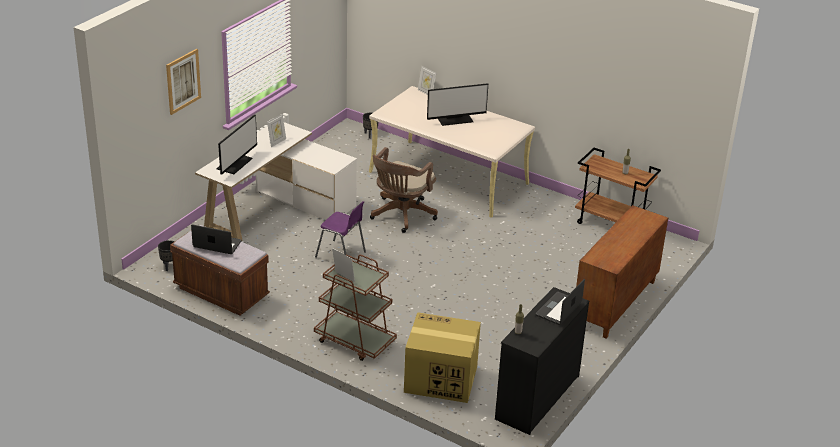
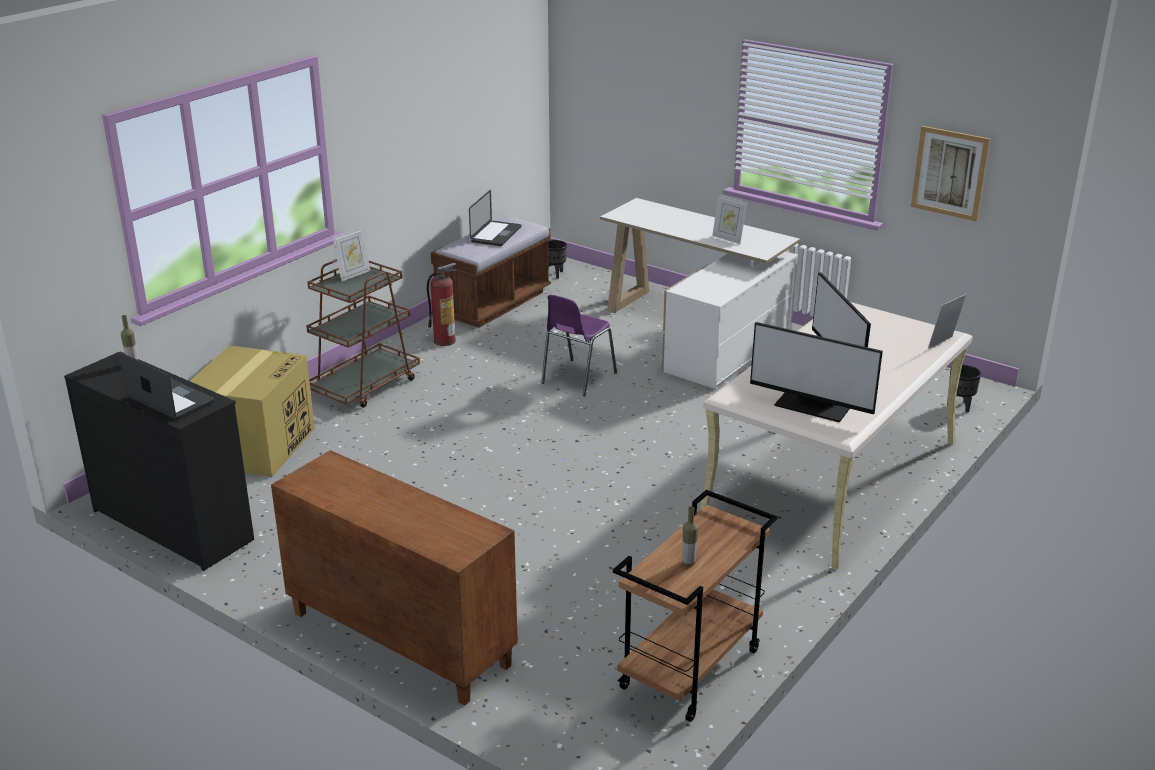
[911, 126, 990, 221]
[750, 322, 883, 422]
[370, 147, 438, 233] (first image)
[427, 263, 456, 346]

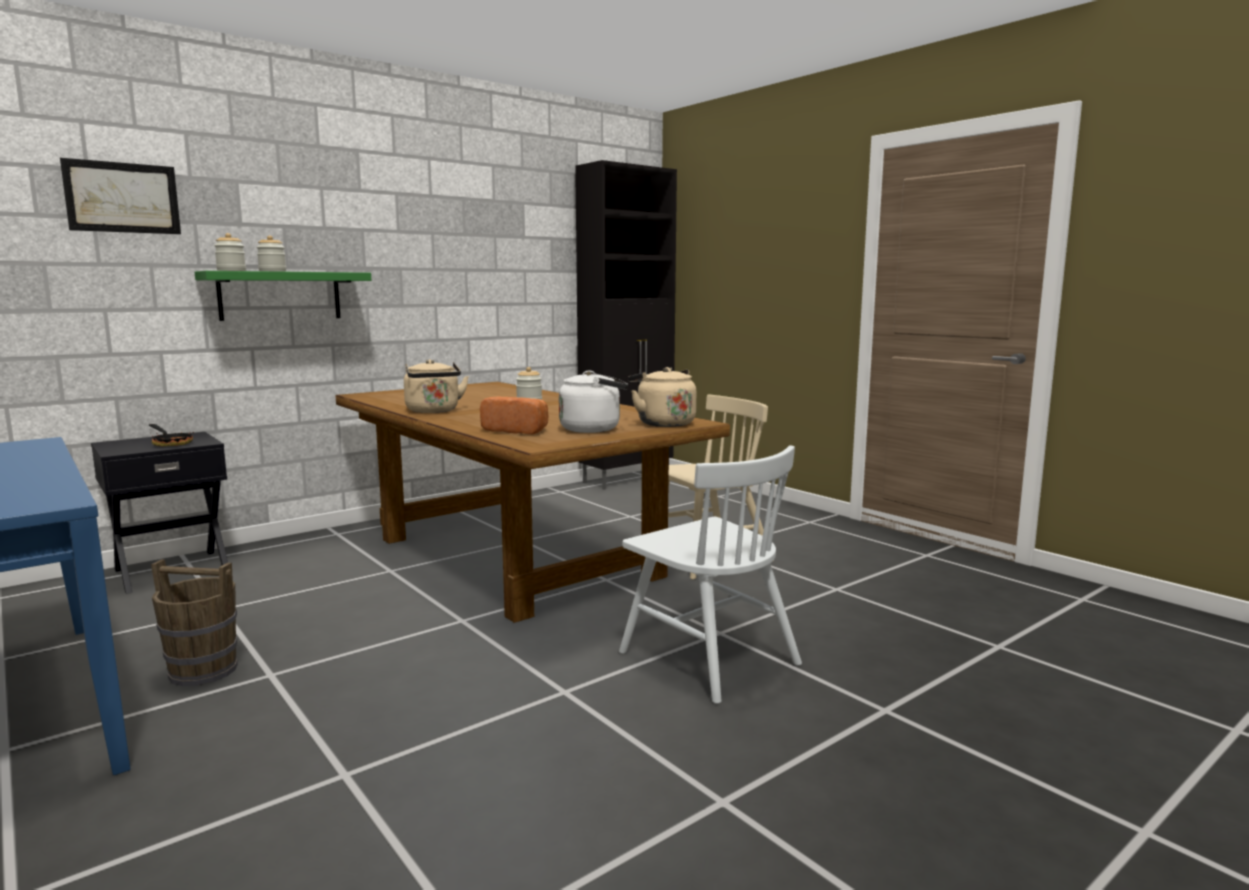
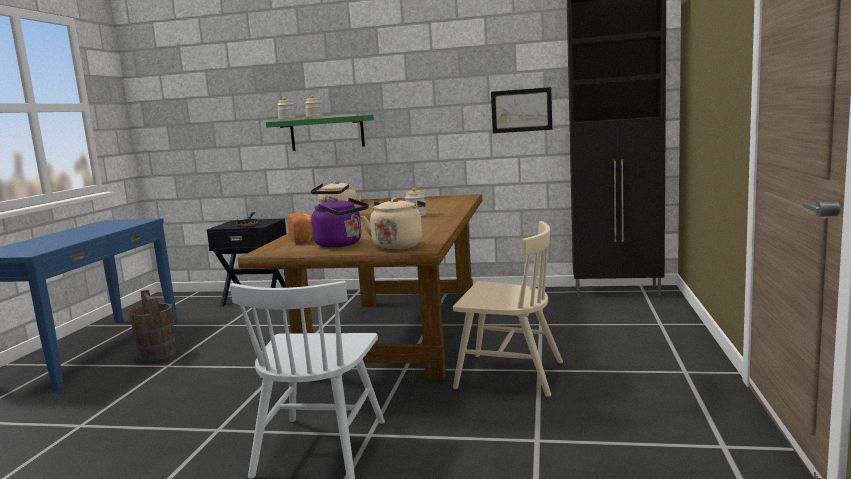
[491, 87, 552, 133]
[311, 198, 369, 248]

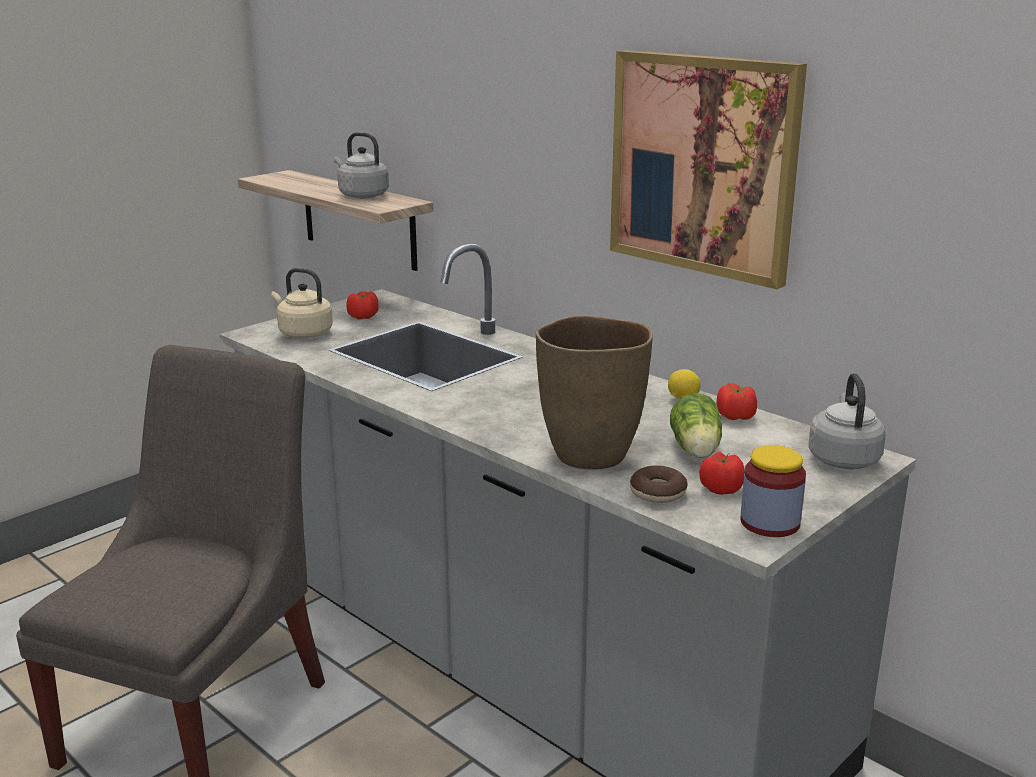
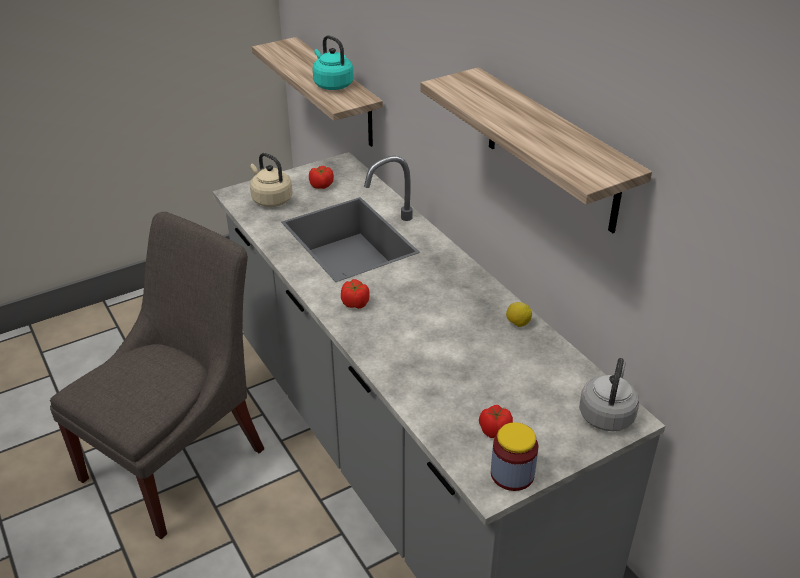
[313, 35, 354, 90]
[535, 315, 653, 470] (first image)
[420, 67, 652, 233]
[630, 465, 687, 503] (first image)
[670, 393, 722, 458] (first image)
[341, 279, 370, 309]

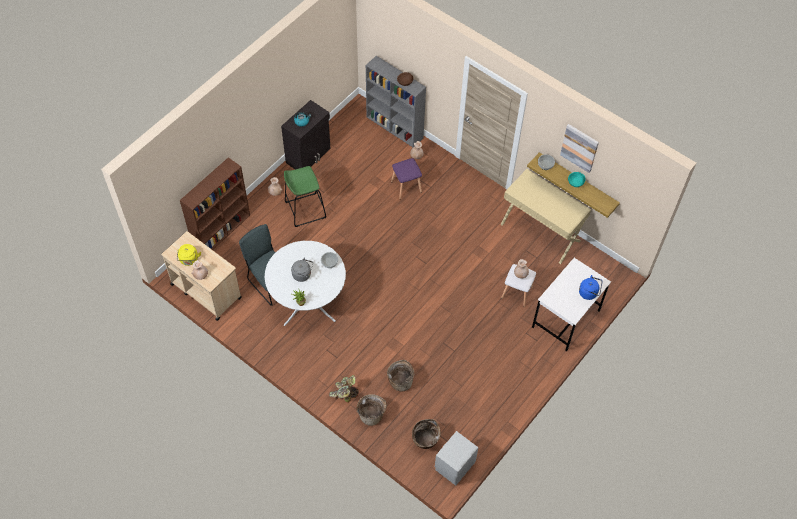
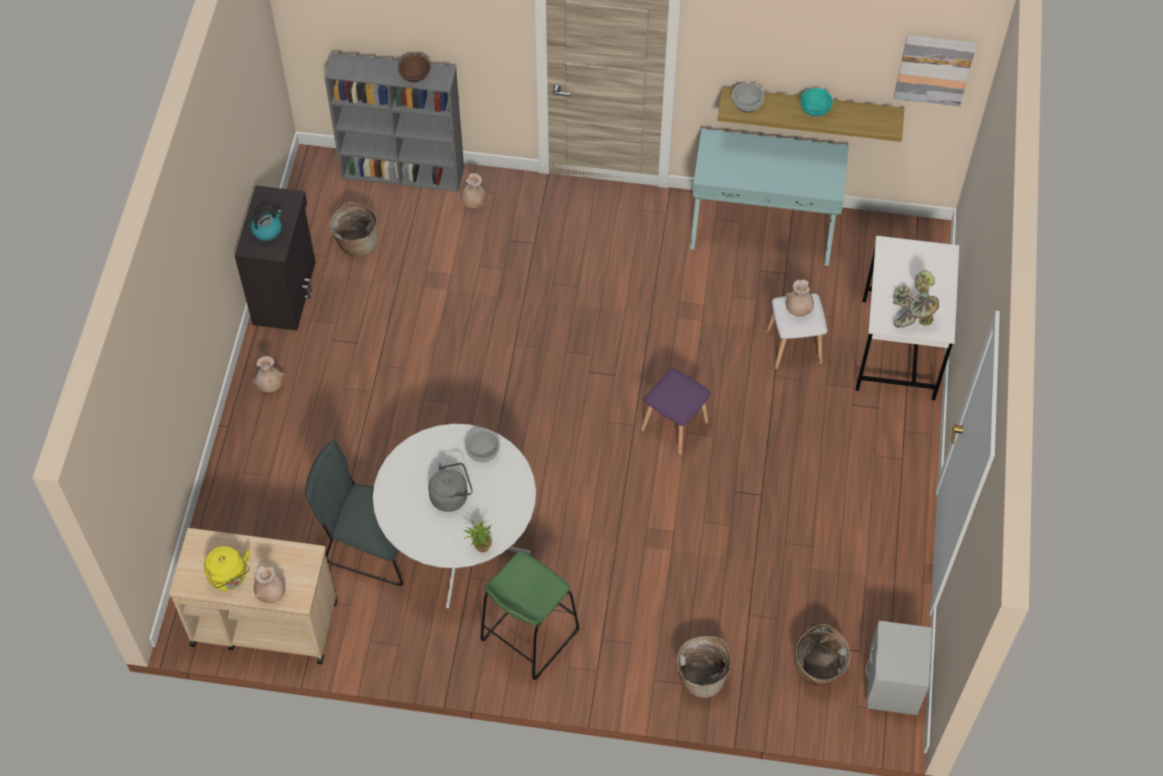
[180, 157, 250, 250] (first image)
[481, 551, 579, 680]
[893, 270, 939, 328]
[330, 202, 378, 257]
[641, 369, 711, 456]
[690, 129, 849, 266]
[894, 35, 977, 106]
[579, 275, 602, 300] (first image)

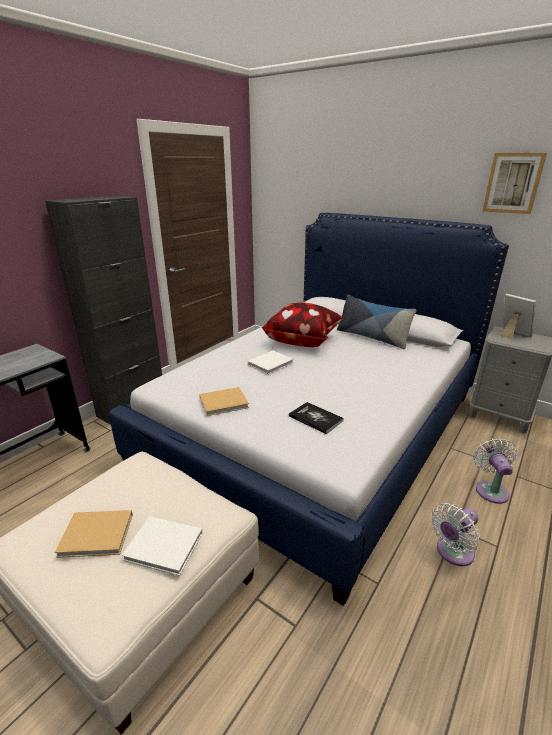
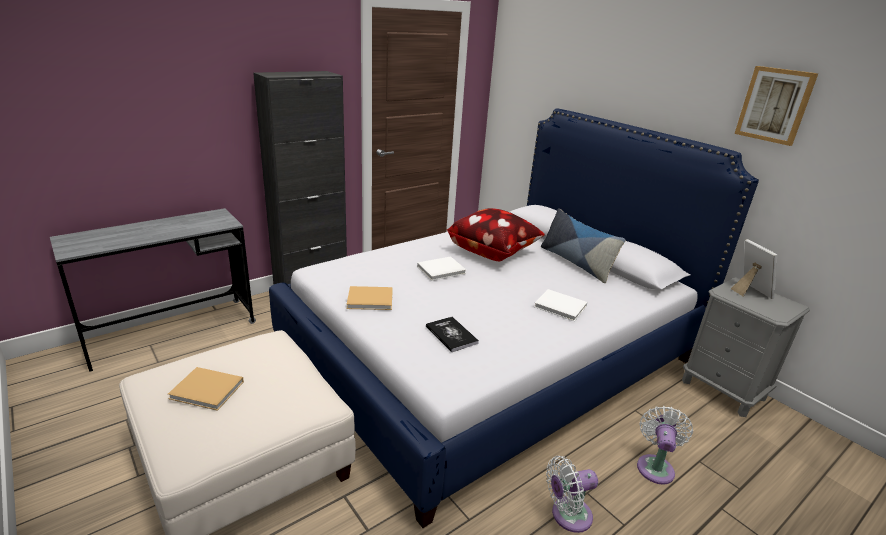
[534, 289, 587, 321]

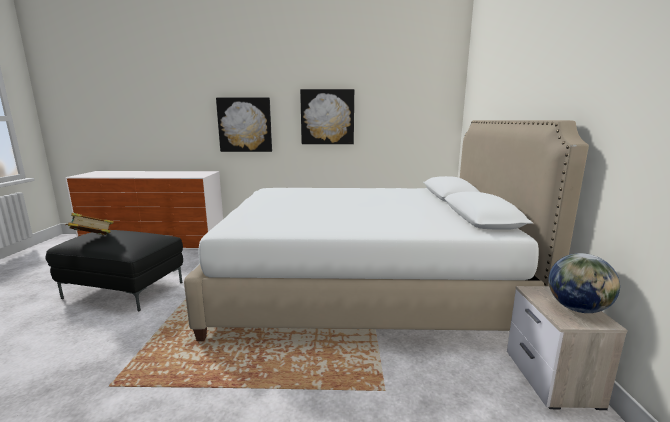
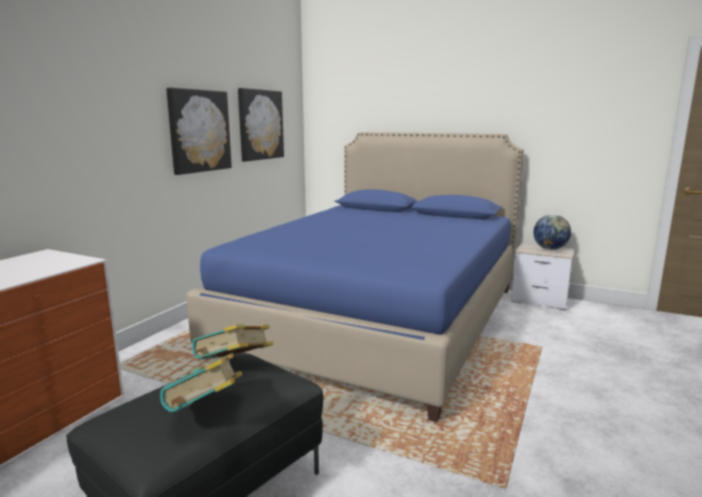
[186, 132, 524, 422]
[238, 88, 284, 162]
[192, 324, 273, 360]

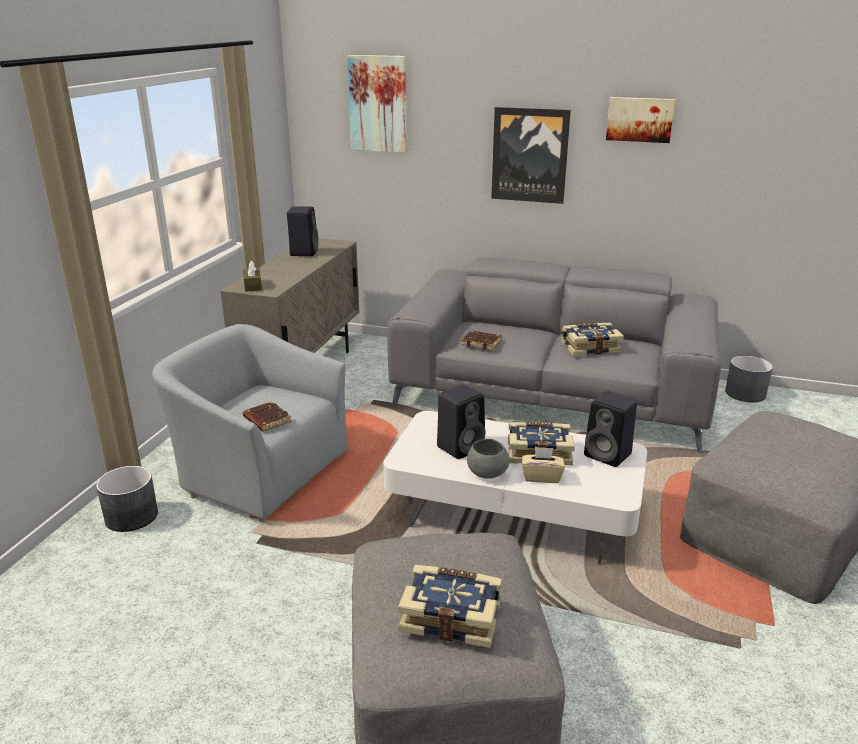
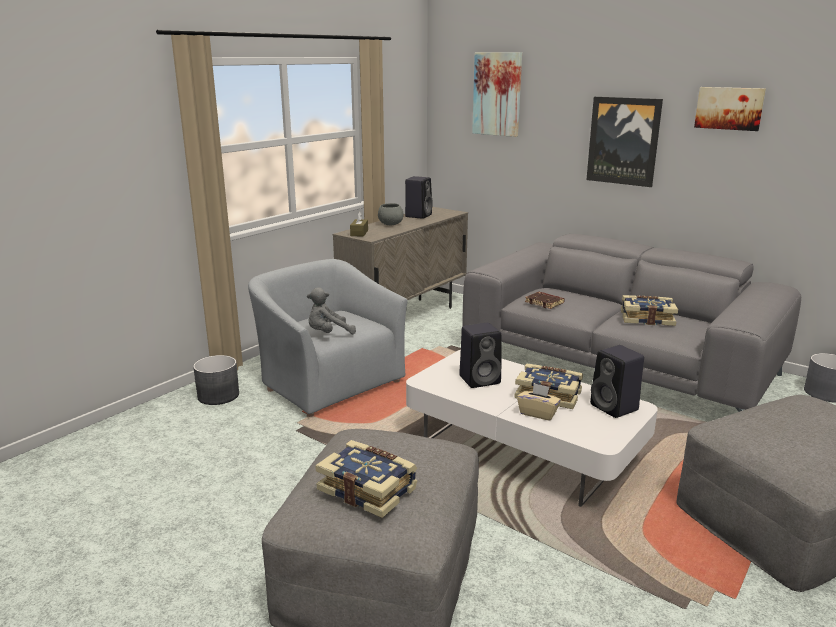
[307, 287, 356, 334]
[378, 203, 404, 225]

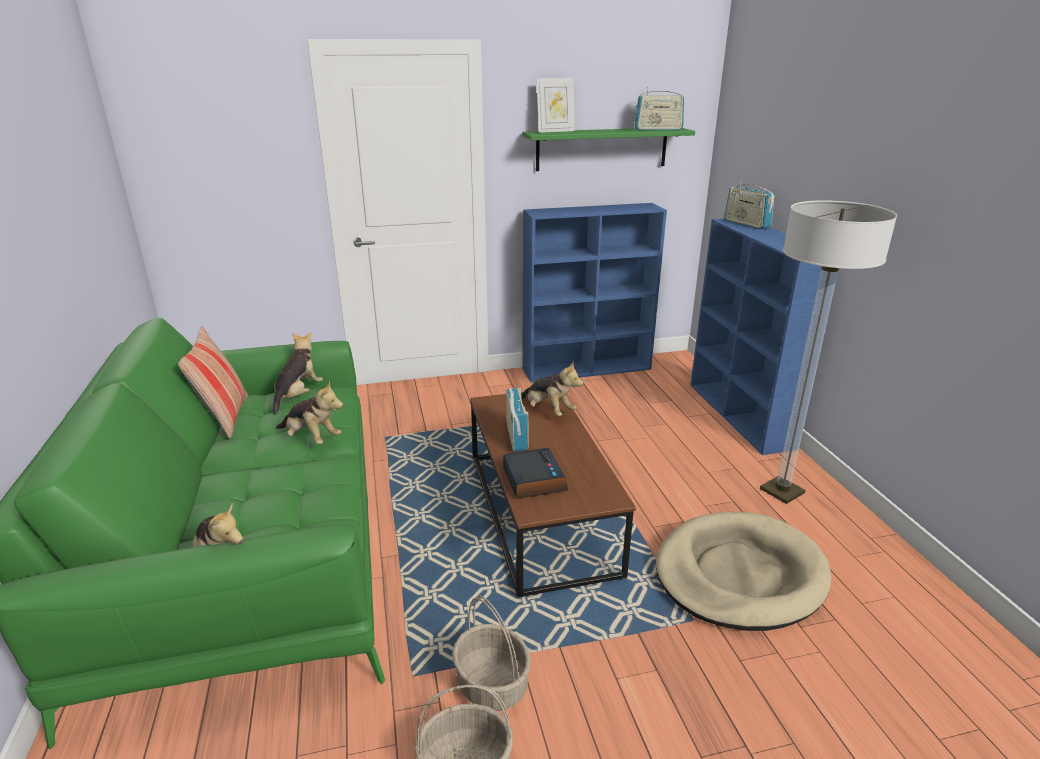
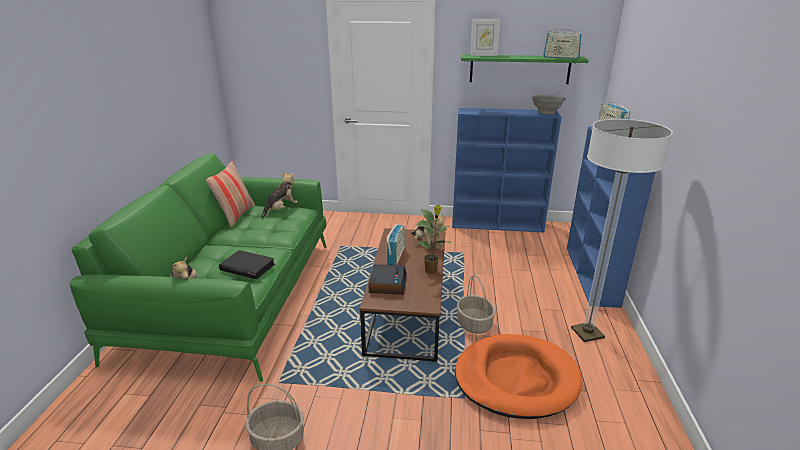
[276, 380, 343, 444] (first image)
[457, 275, 496, 334]
[455, 334, 582, 419]
[219, 250, 275, 279]
[416, 205, 451, 274]
[531, 94, 566, 114]

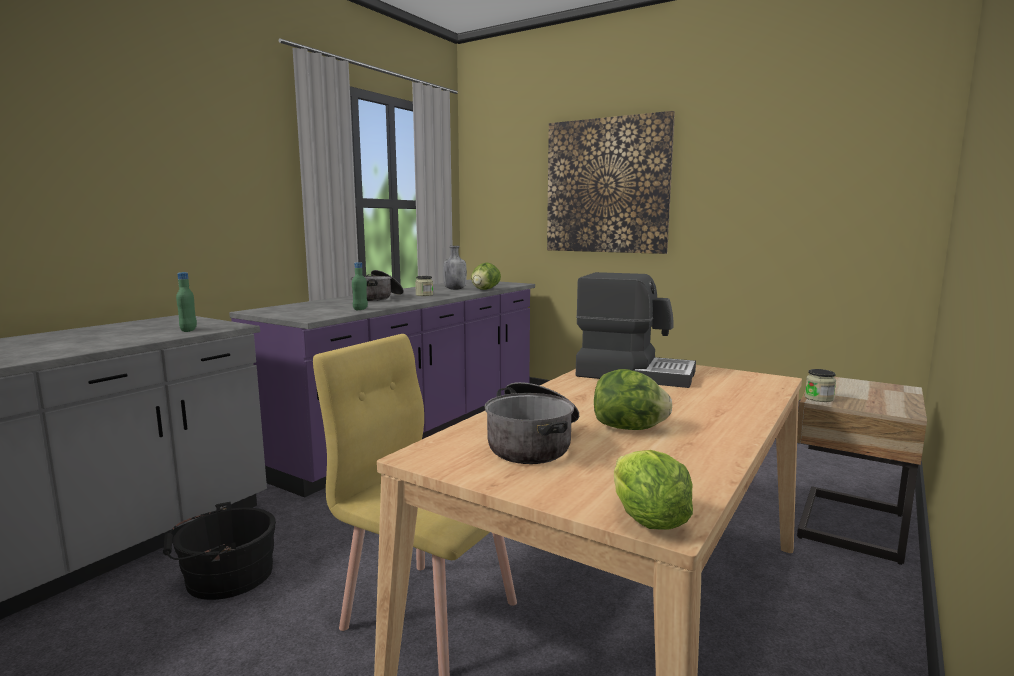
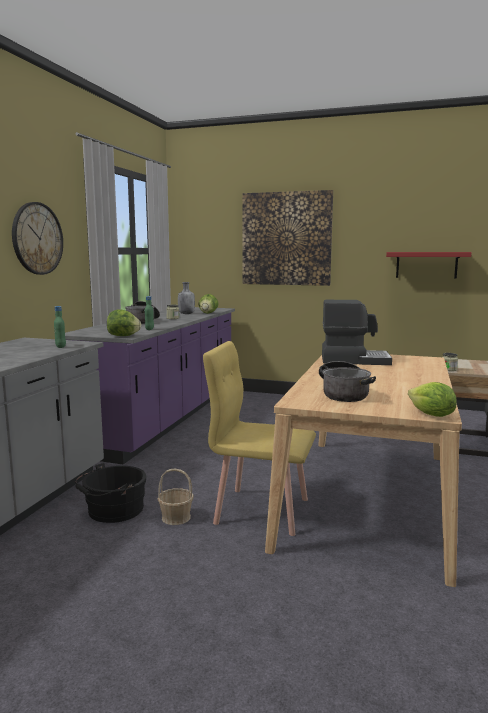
[107, 309, 141, 336]
[12, 202, 63, 275]
[158, 468, 194, 525]
[386, 252, 472, 278]

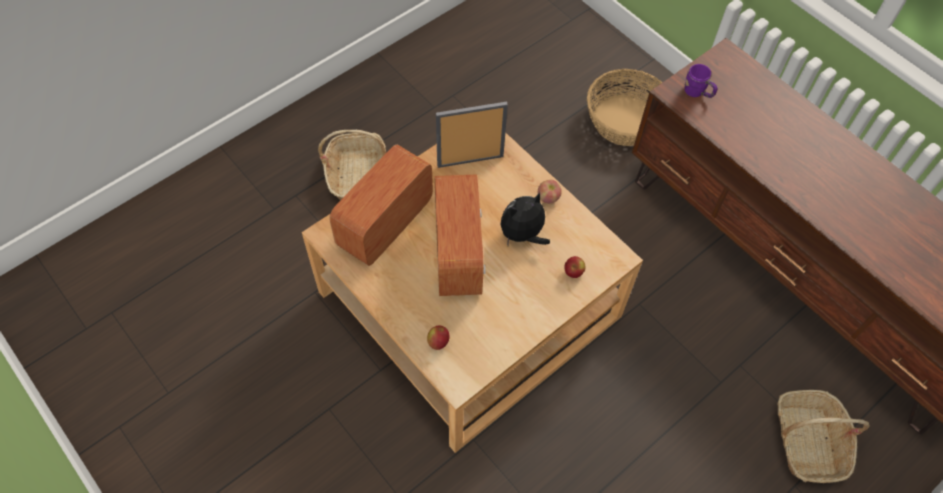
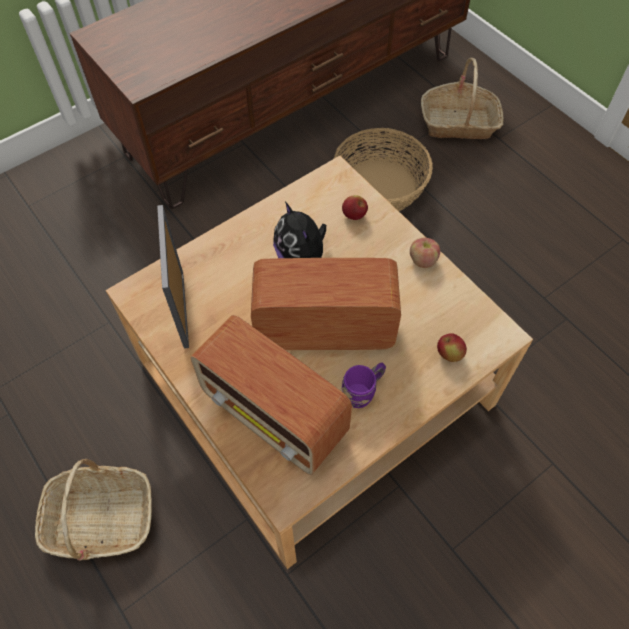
[410, 238, 440, 268]
[334, 128, 433, 211]
[342, 363, 386, 408]

